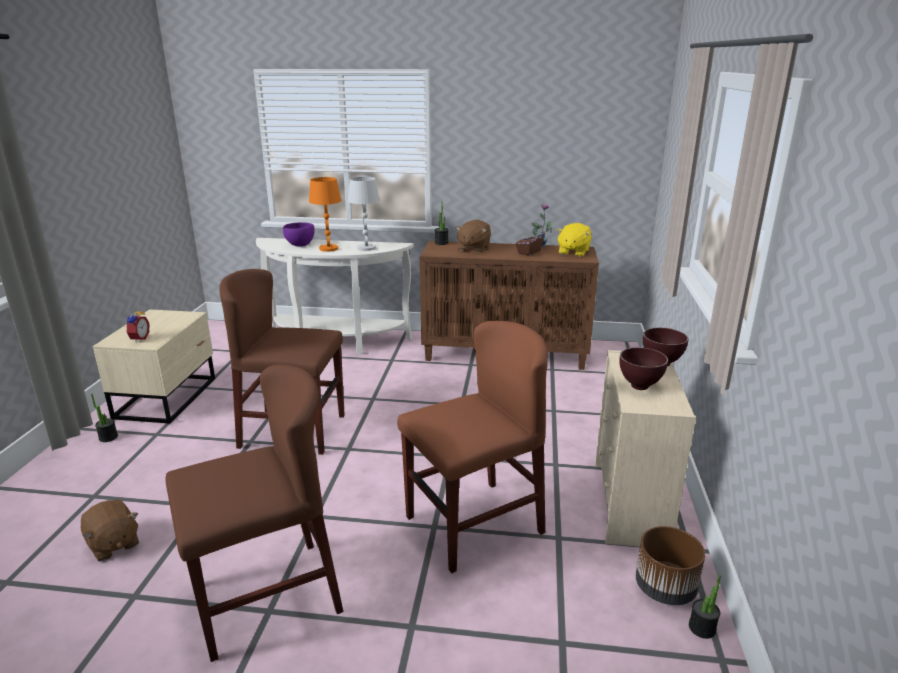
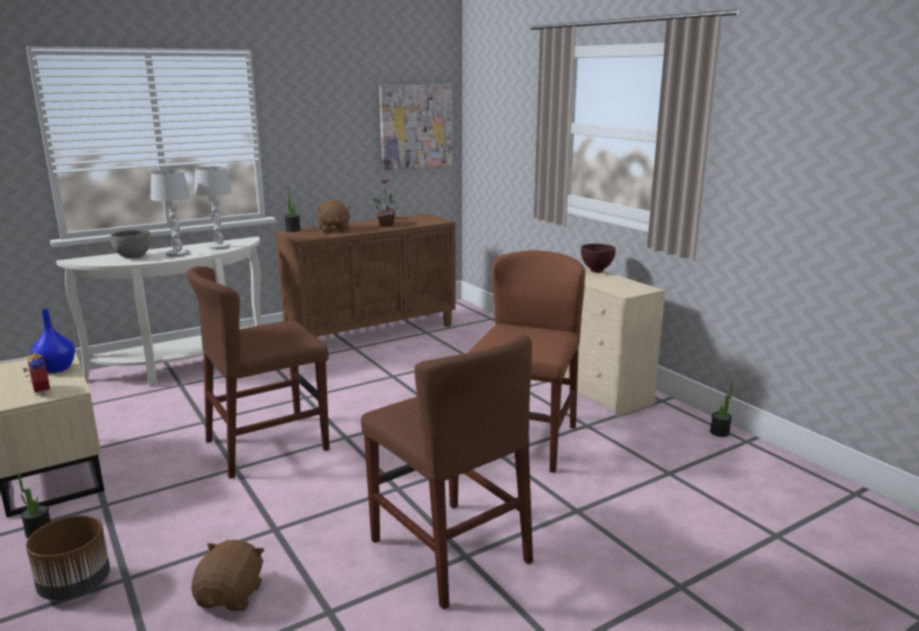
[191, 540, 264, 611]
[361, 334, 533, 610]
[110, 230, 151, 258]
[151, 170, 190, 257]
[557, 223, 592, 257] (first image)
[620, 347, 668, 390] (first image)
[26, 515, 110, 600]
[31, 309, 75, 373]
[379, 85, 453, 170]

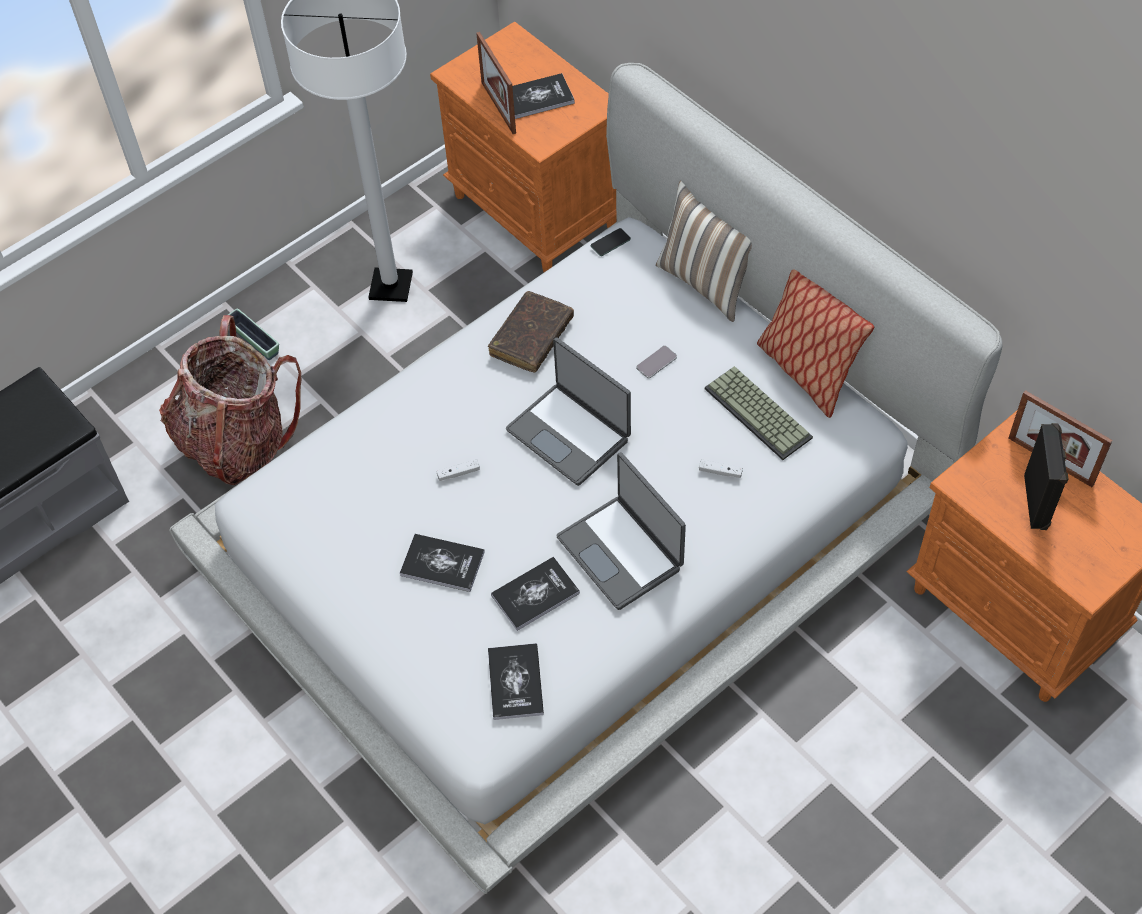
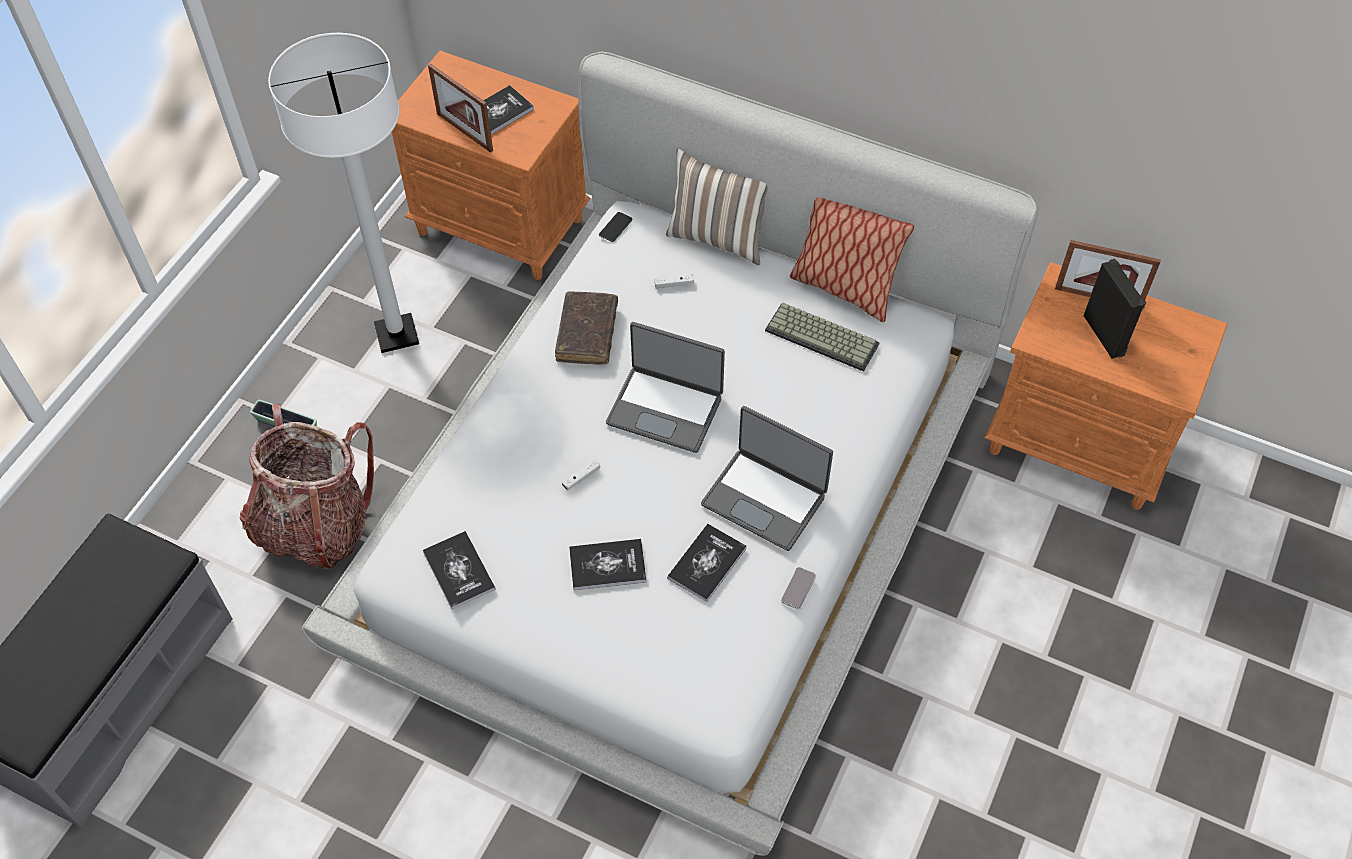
[423, 531, 496, 610]
[781, 567, 816, 609]
[654, 274, 694, 288]

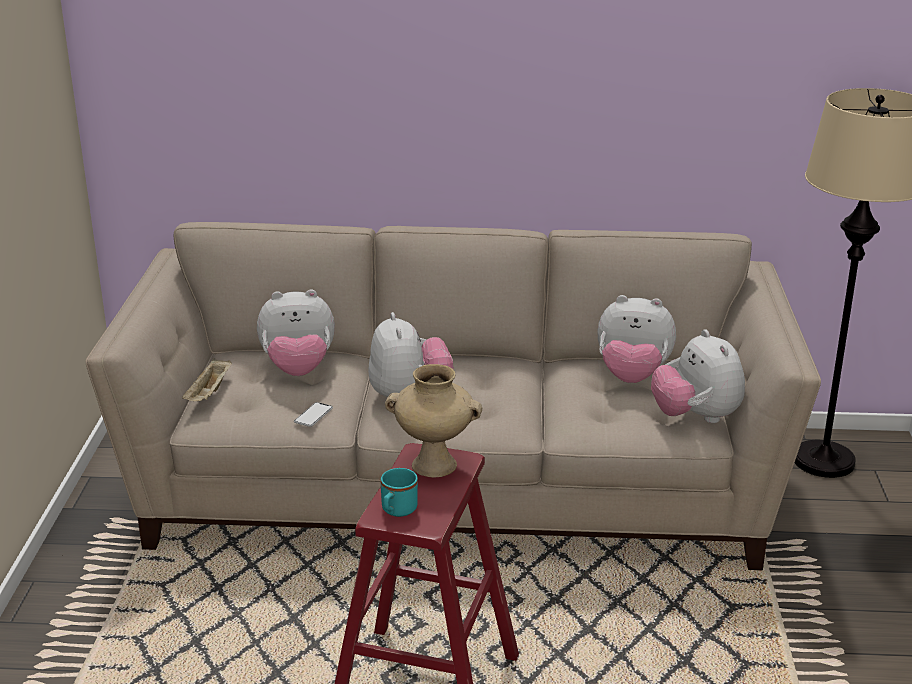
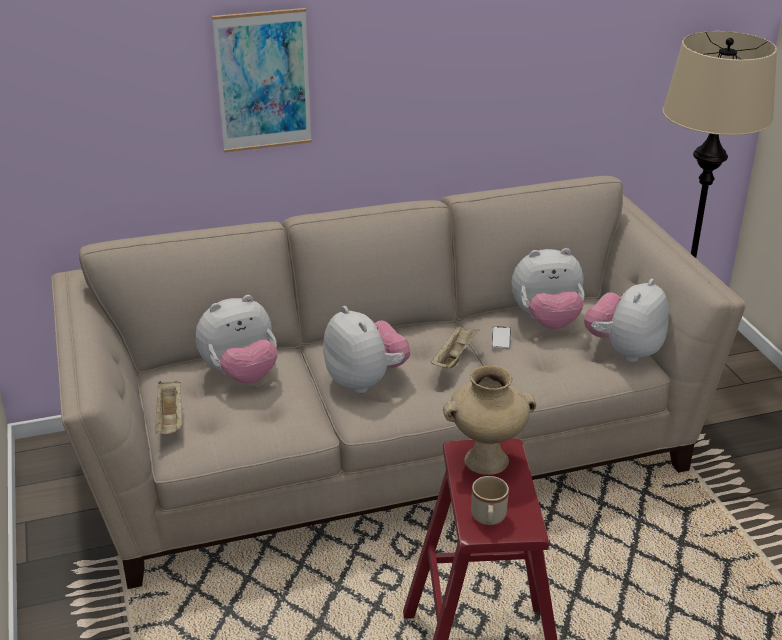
[491, 326, 511, 349]
[471, 476, 509, 525]
[584, 279, 669, 362]
[212, 8, 312, 153]
[431, 325, 480, 369]

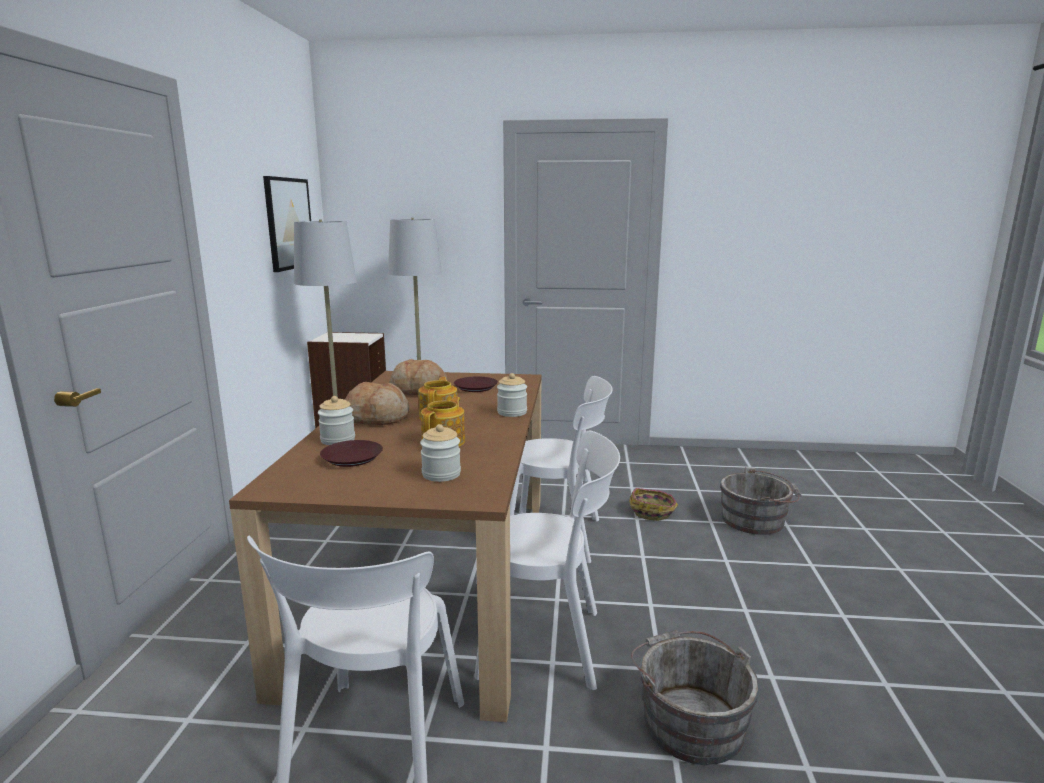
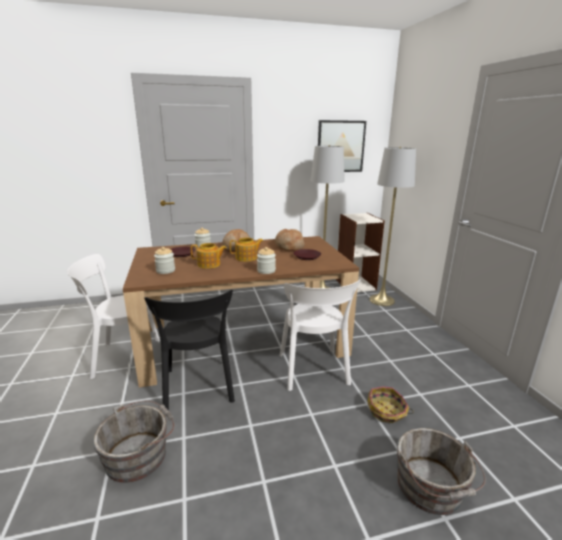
[145, 290, 235, 411]

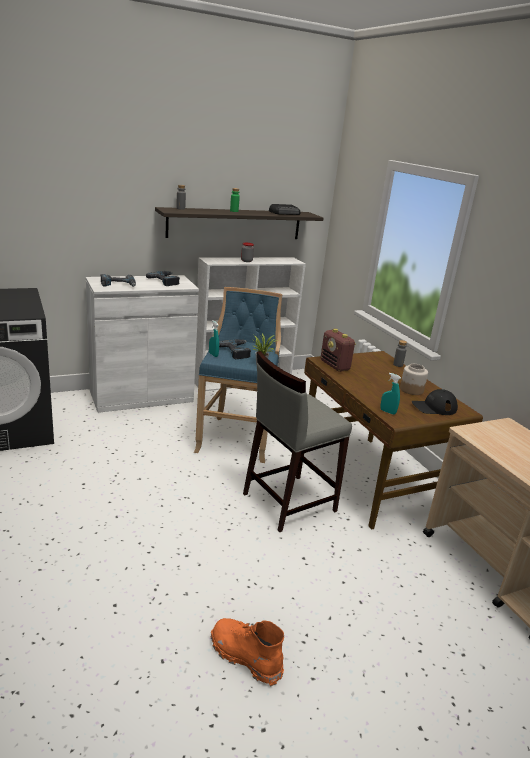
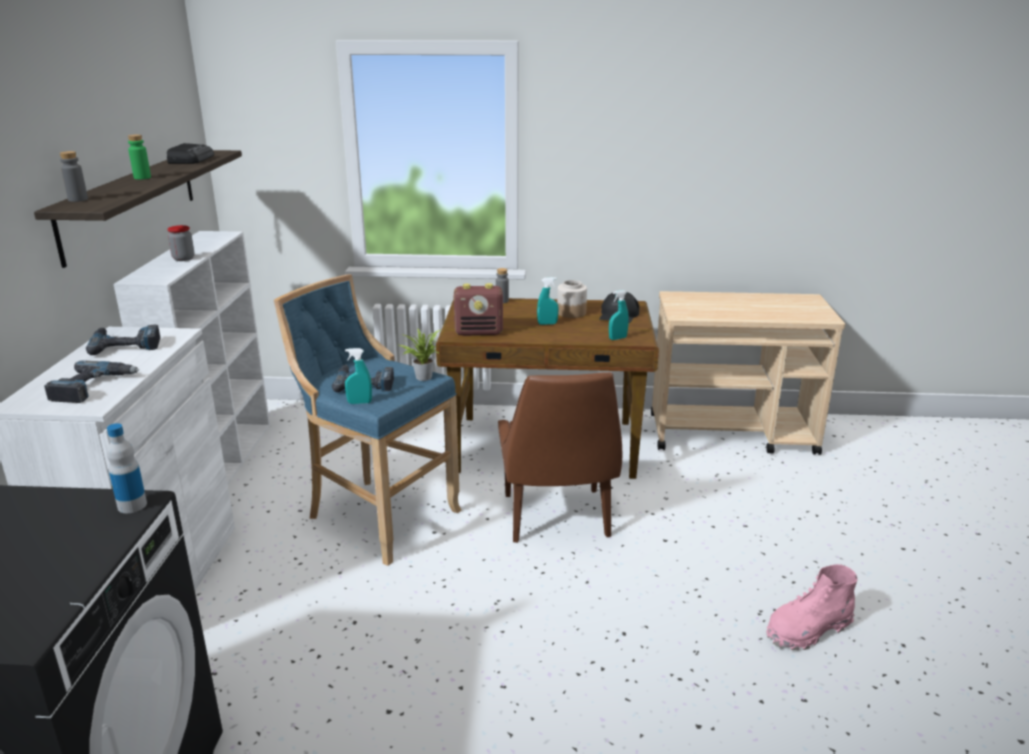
[766, 564, 857, 650]
[498, 372, 622, 543]
[107, 423, 147, 513]
[537, 277, 559, 325]

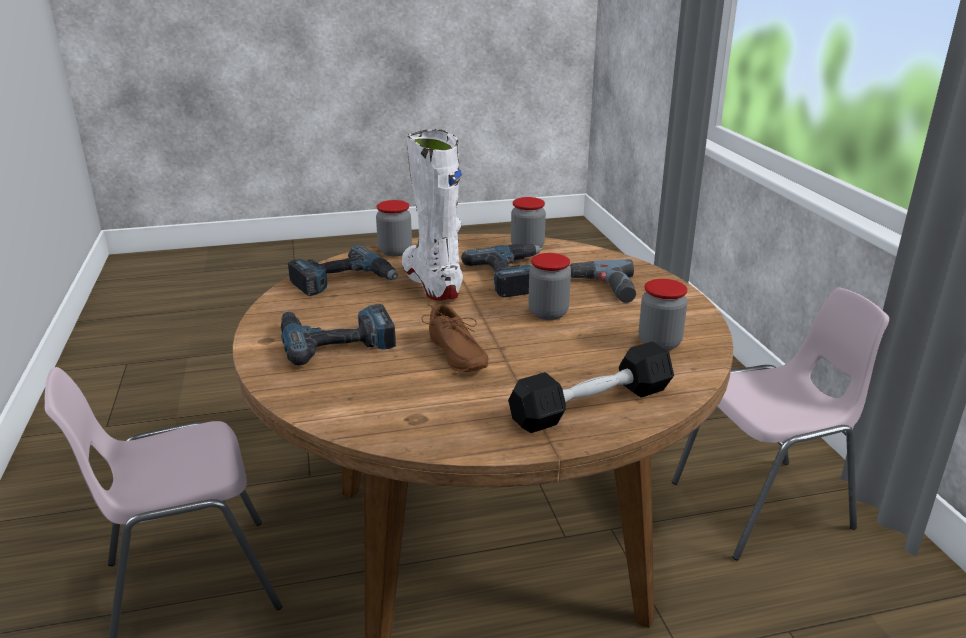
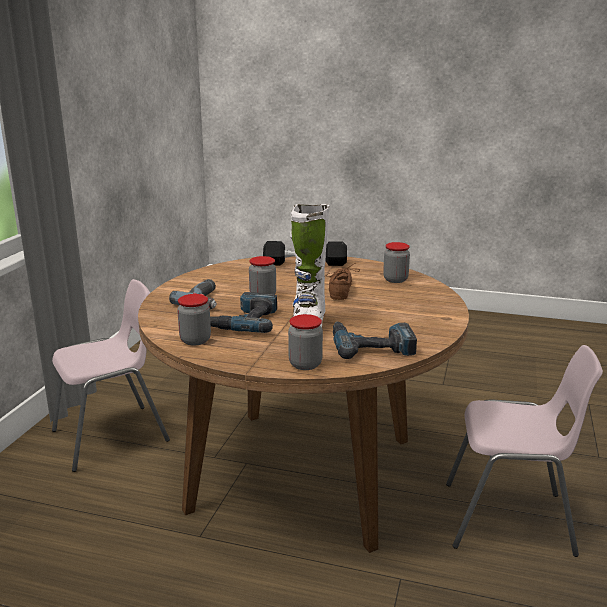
[281, 304, 396, 365] (first image)
[383, 242, 410, 283]
[52, 279, 170, 472]

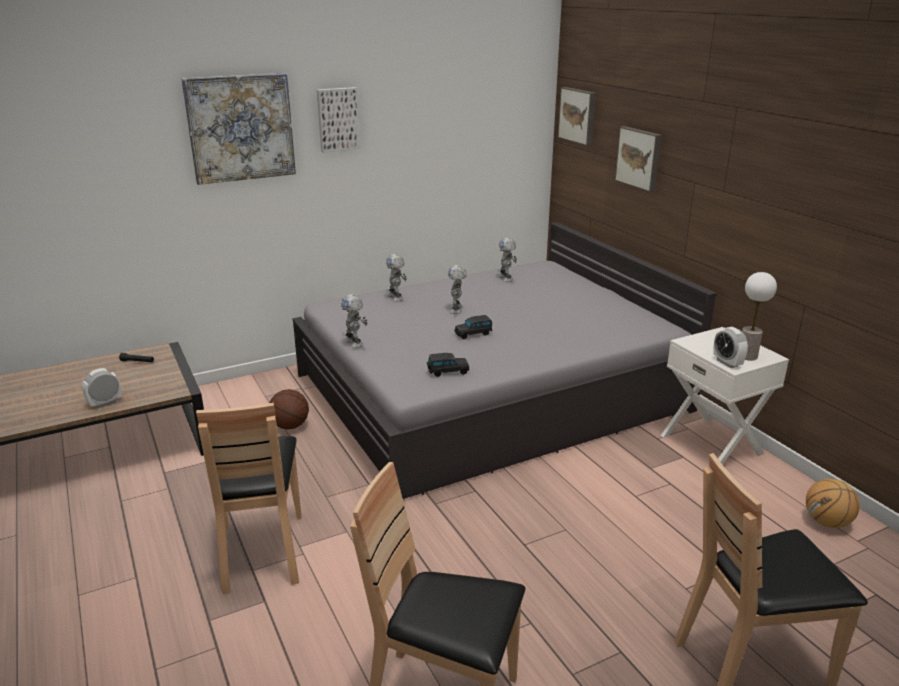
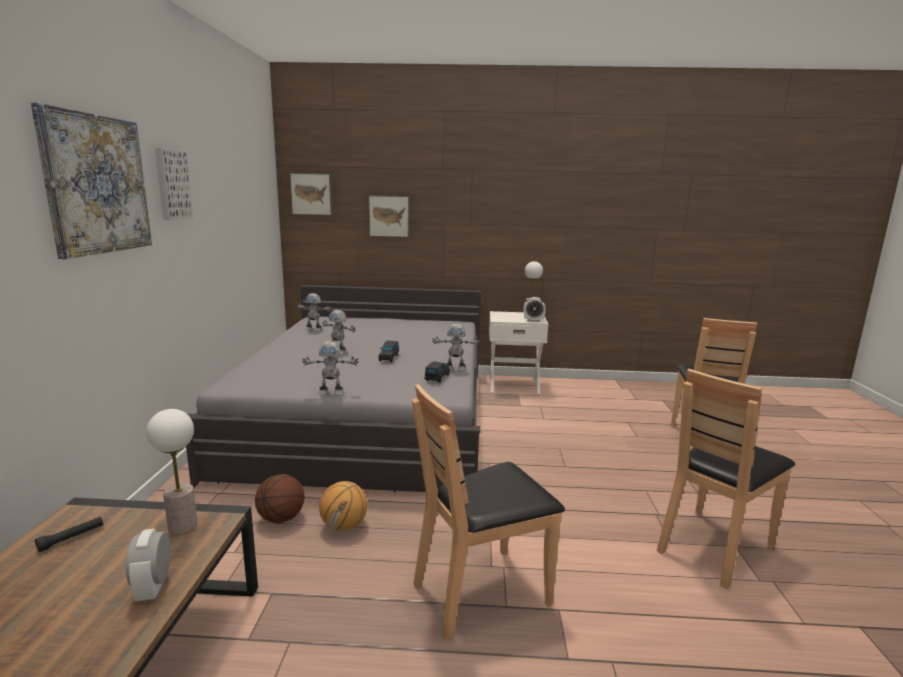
[412, 384, 565, 640]
[432, 324, 481, 371]
[319, 481, 368, 531]
[146, 409, 198, 535]

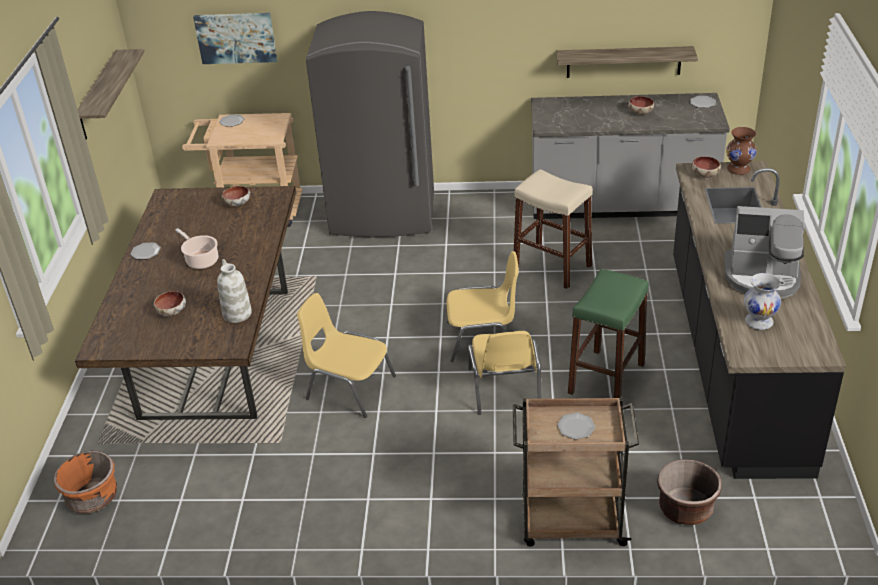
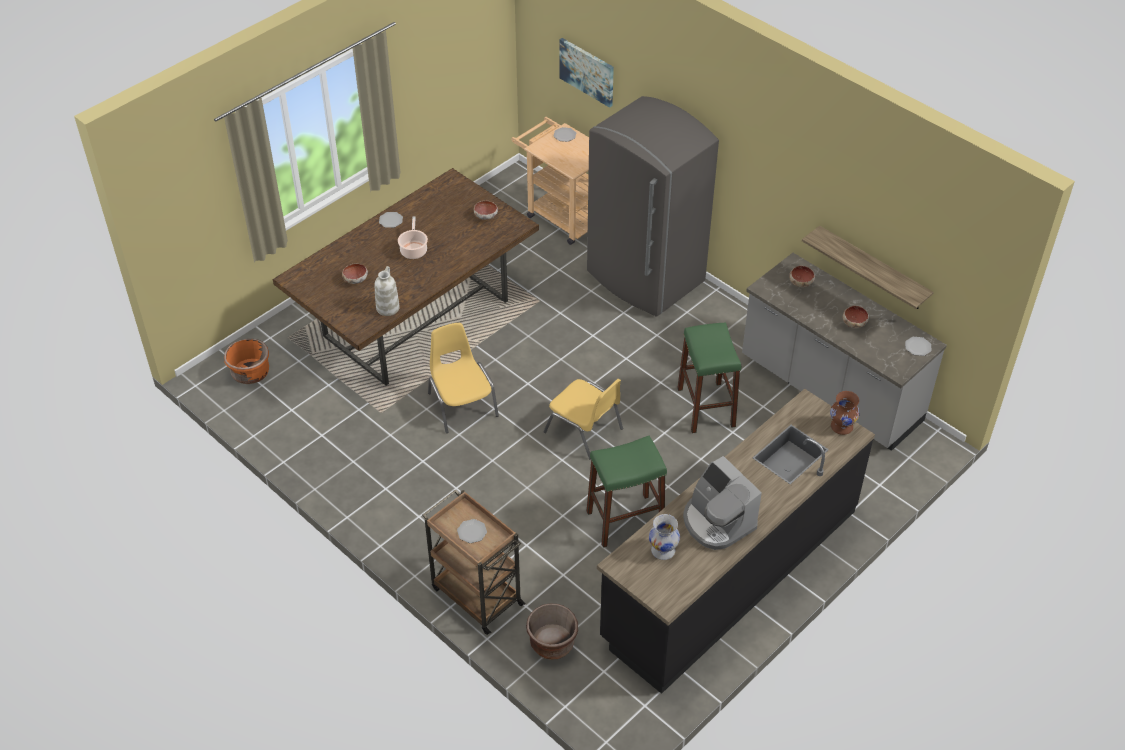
[77, 49, 145, 139] (first image)
[468, 331, 541, 415] (first image)
[677, 322, 741, 433]
[789, 266, 815, 287]

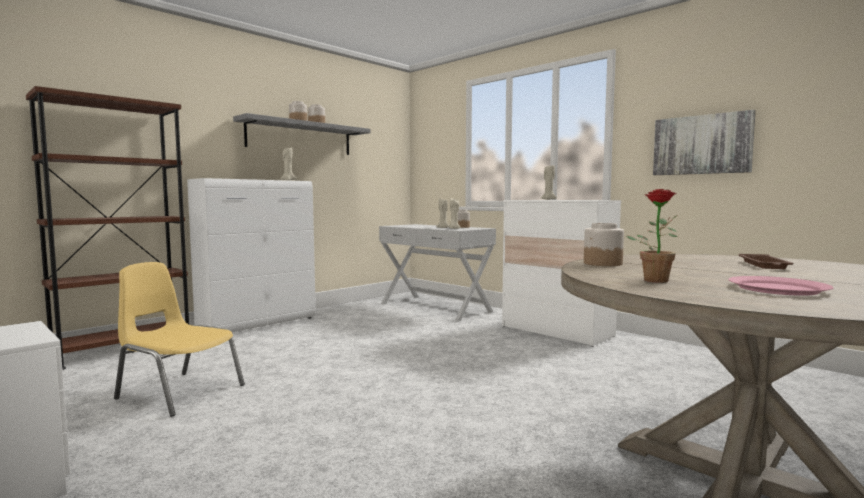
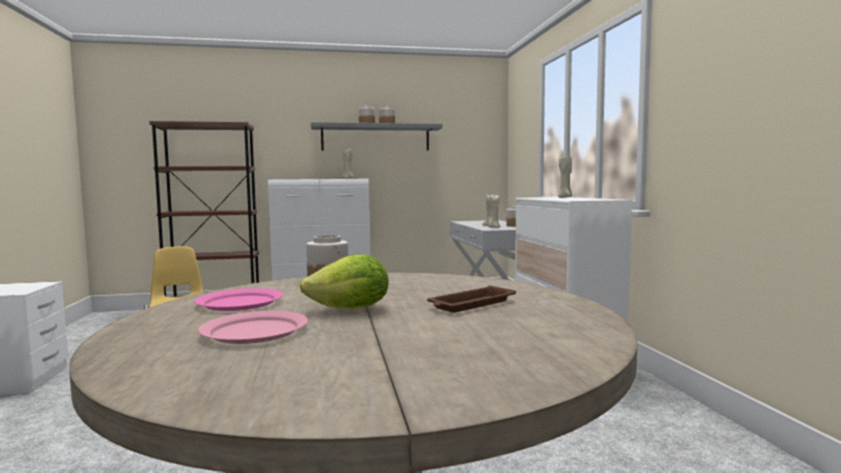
[194, 288, 283, 311]
[653, 110, 756, 175] (first image)
[300, 254, 389, 309]

